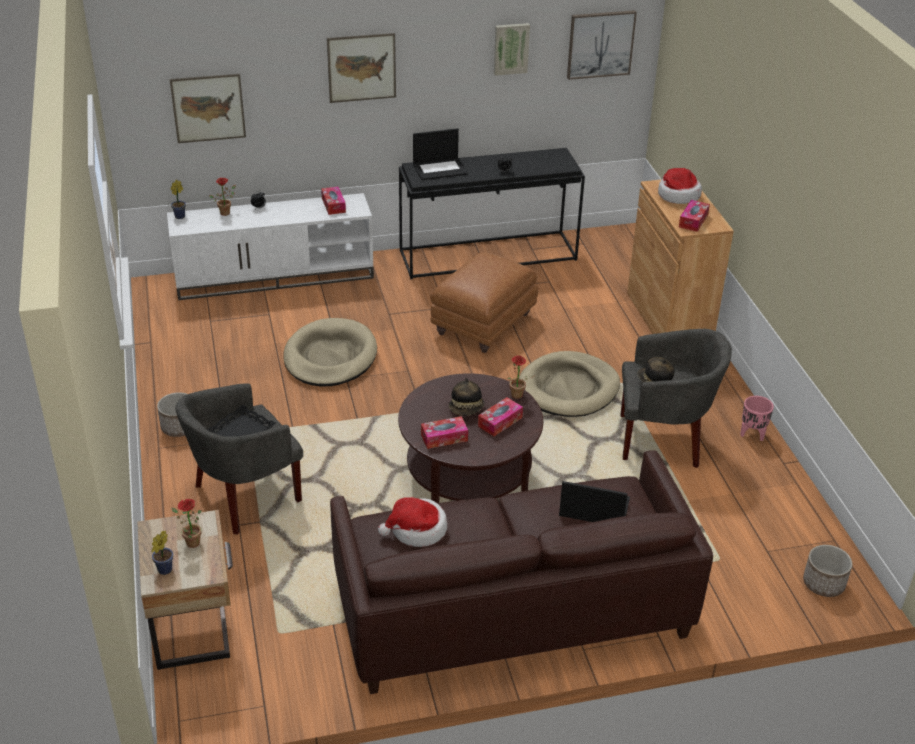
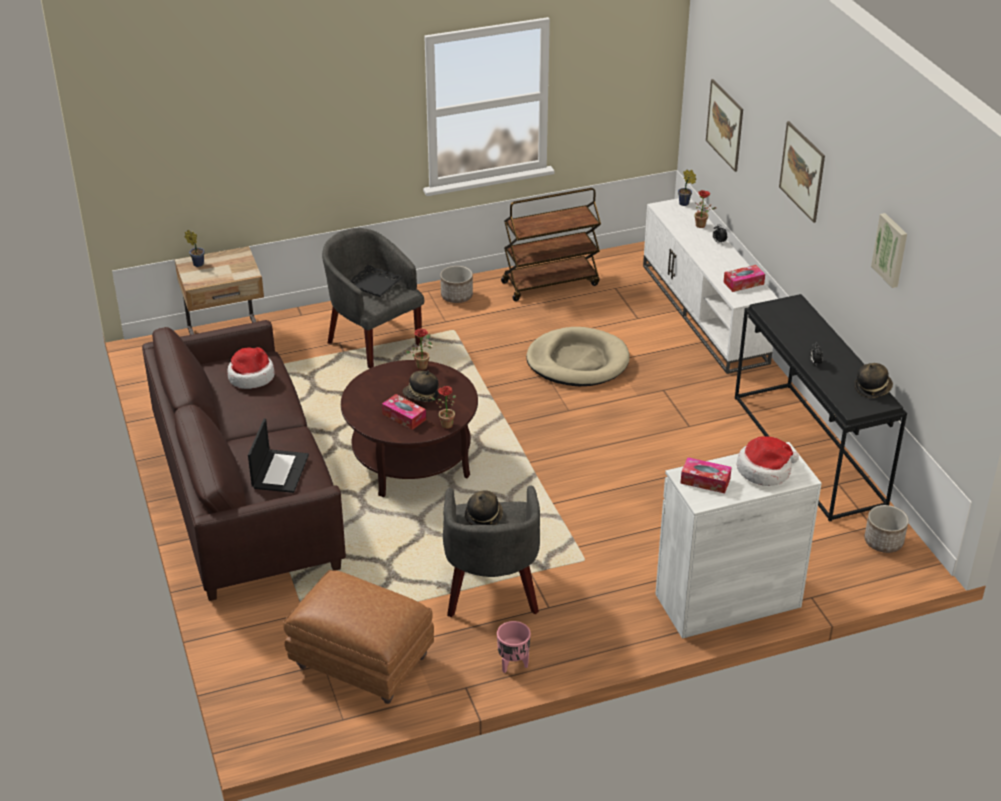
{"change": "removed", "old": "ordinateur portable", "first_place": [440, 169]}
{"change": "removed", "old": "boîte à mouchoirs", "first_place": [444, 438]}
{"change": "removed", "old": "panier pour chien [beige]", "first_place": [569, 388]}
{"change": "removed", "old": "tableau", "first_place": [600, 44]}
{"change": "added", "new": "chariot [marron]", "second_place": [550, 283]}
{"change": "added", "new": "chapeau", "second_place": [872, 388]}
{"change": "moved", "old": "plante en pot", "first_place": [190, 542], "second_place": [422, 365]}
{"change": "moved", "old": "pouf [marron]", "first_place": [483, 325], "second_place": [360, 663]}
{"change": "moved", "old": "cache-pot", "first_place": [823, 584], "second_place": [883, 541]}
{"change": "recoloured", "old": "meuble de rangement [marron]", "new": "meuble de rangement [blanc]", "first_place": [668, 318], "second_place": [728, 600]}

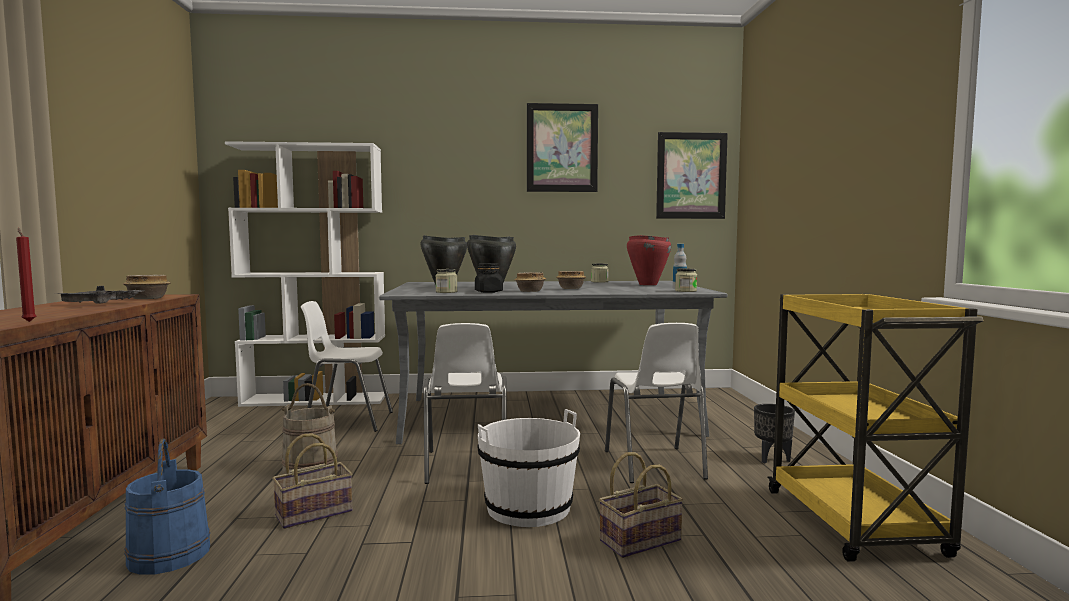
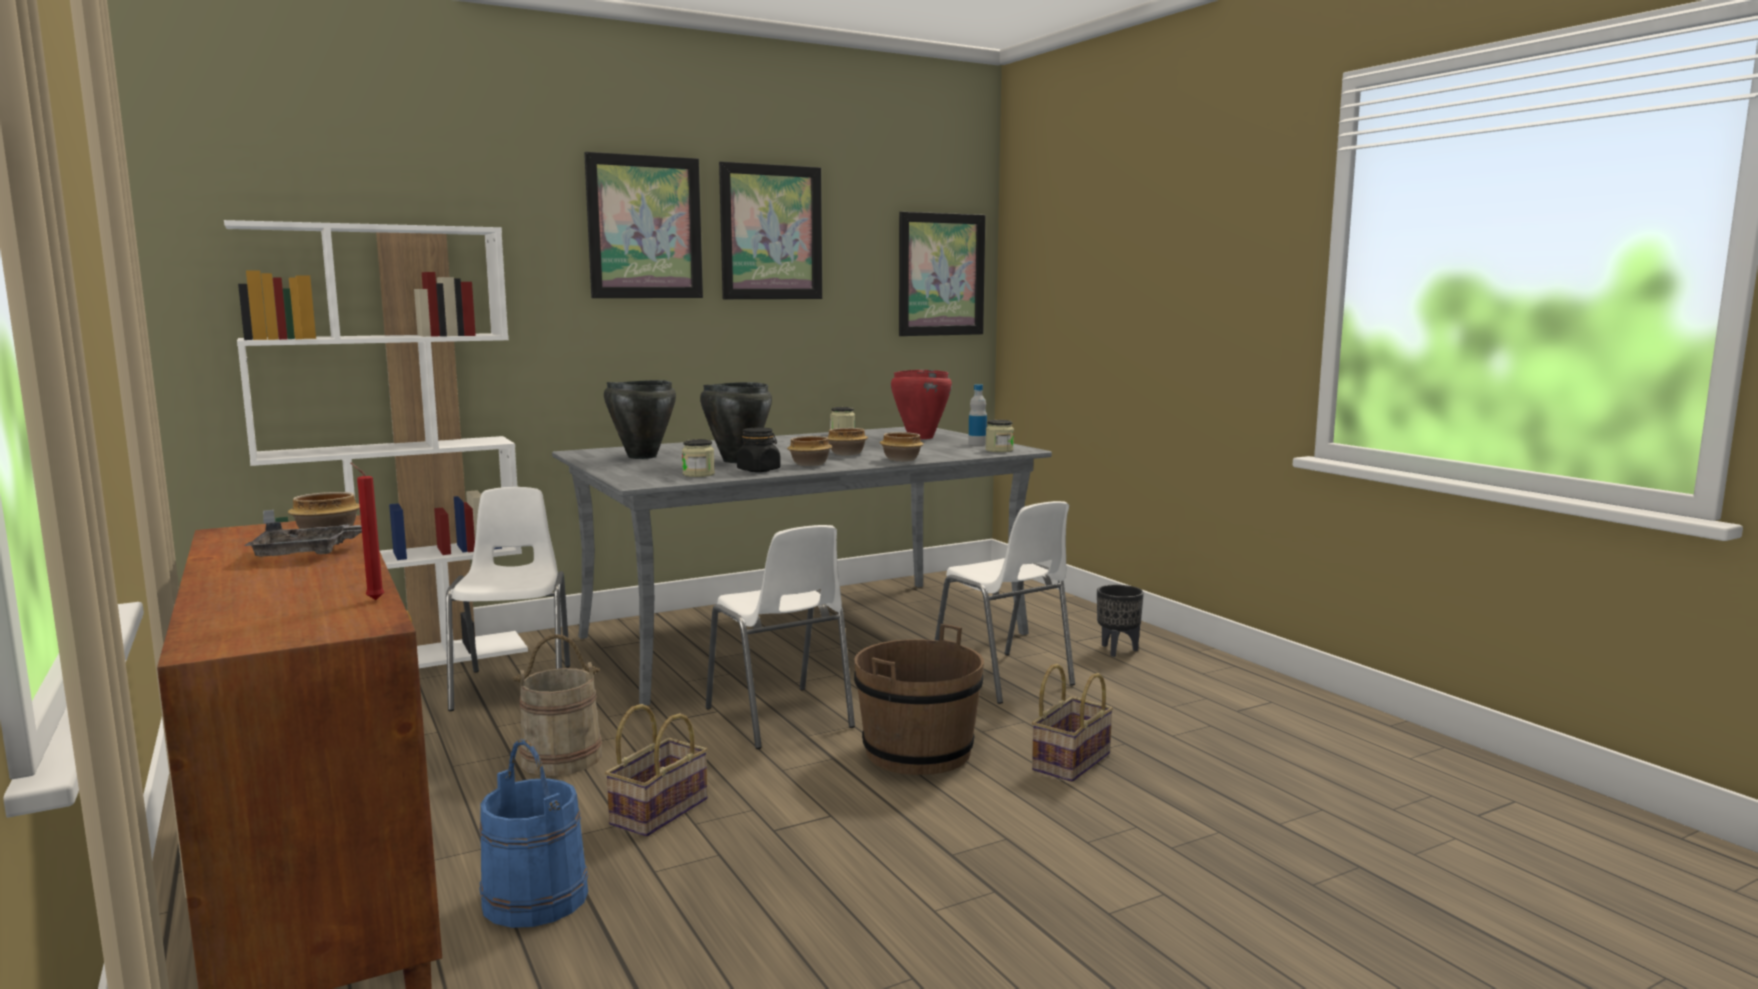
{"change": "removed", "old": "chariot [jaune]", "first_place": [855, 524]}
{"change": "added", "new": "tableau", "second_place": [645, 227]}
{"change": "added", "new": "bol", "second_place": [901, 459]}
{"change": "recoloured", "old": "seau [blanc]", "new": "seau [marron]", "first_place": [528, 507], "second_place": [917, 752]}
{"change": "turned", "old": "chaise [blanc]", "first_place": [347, 421], "second_place": [516, 686], "degrees": 105}

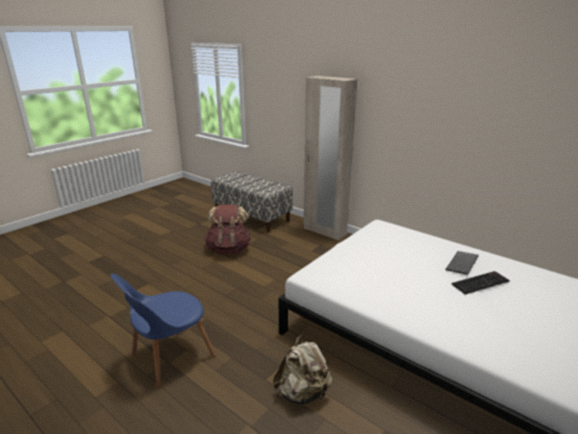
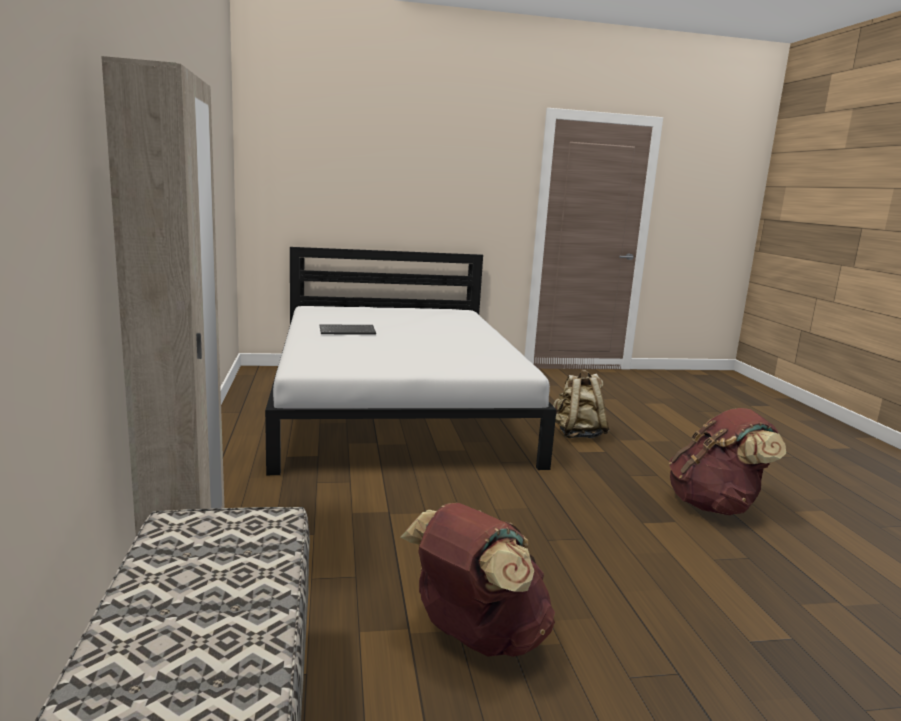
{"change": "removed", "old": "clavier", "first_place": [480, 282]}
{"change": "replaced", "old": "chaise [bleu]", "new": "sac à dos [marron]", "first_place": [170, 356], "second_place": [715, 506]}

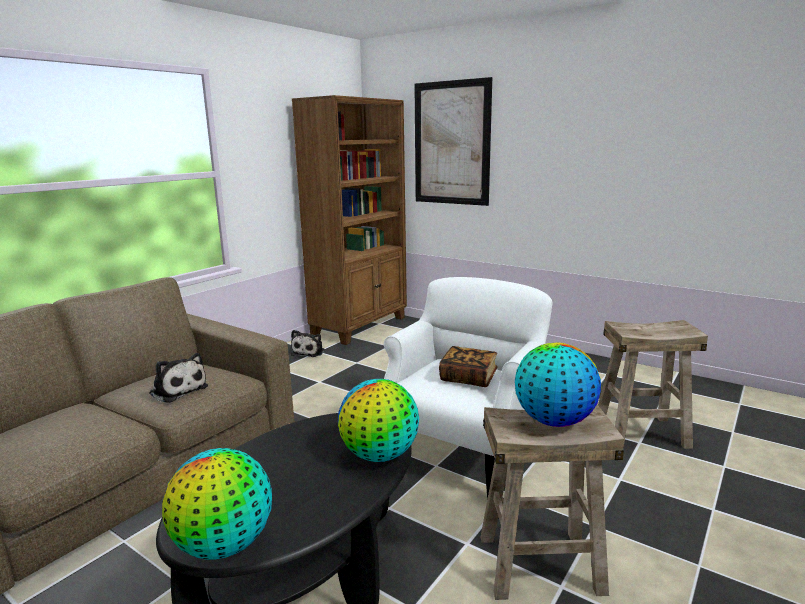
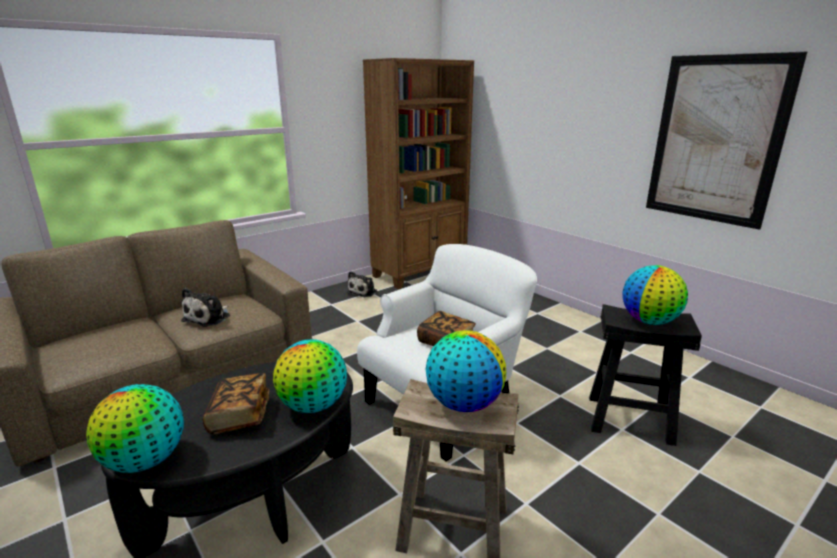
{"change": "added", "new": "livre", "second_place": [239, 415]}
{"change": "added", "new": "globe", "second_place": [649, 321]}
{"change": "moved", "old": "tableau", "first_place": [451, 143], "second_place": [715, 140]}
{"change": "recoloured", "old": "tabouret [beige]", "new": "tabouret [noir]", "first_place": [640, 433], "second_place": [629, 420]}
{"change": "turned", "old": "peluche", "first_place": [177, 390], "second_place": [209, 318], "degrees": 60}

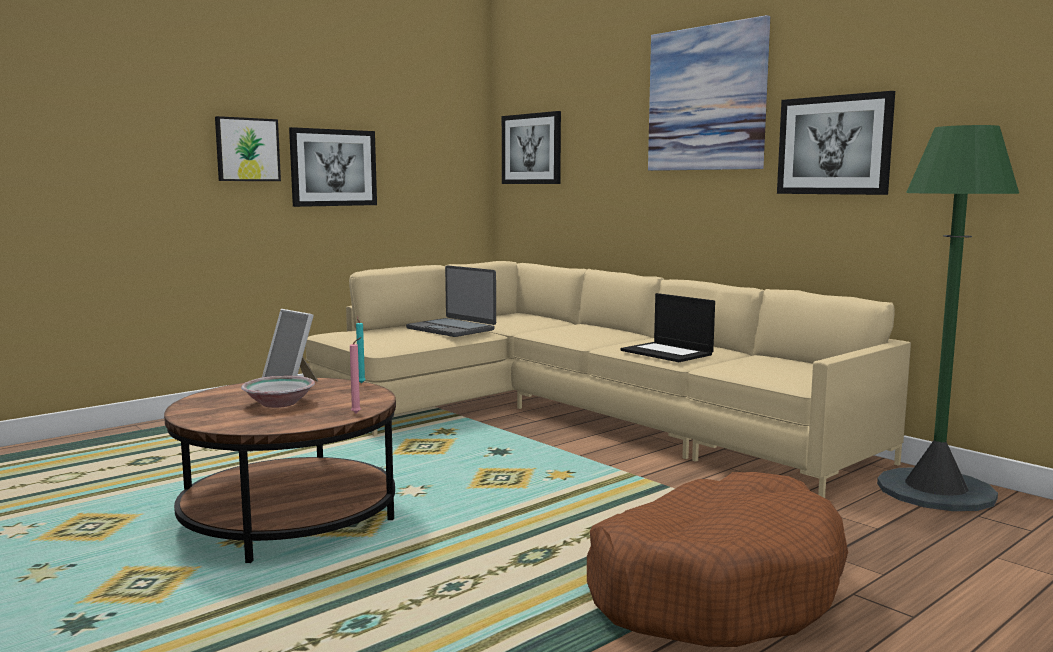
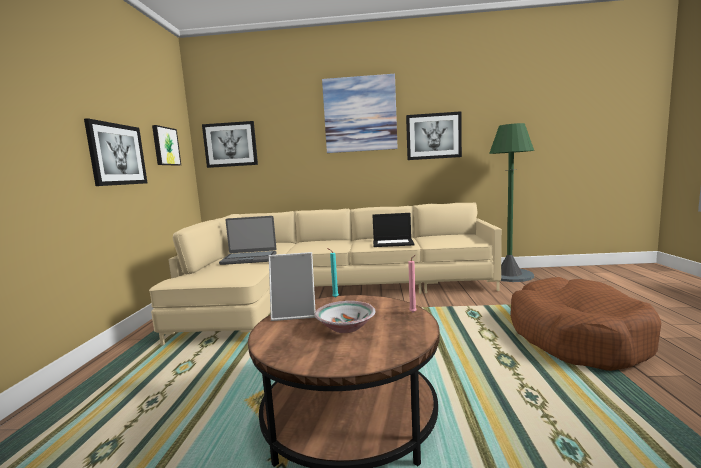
{"change": "moved", "old": "tableau", "first_place": [247, 149], "second_place": [165, 146]}

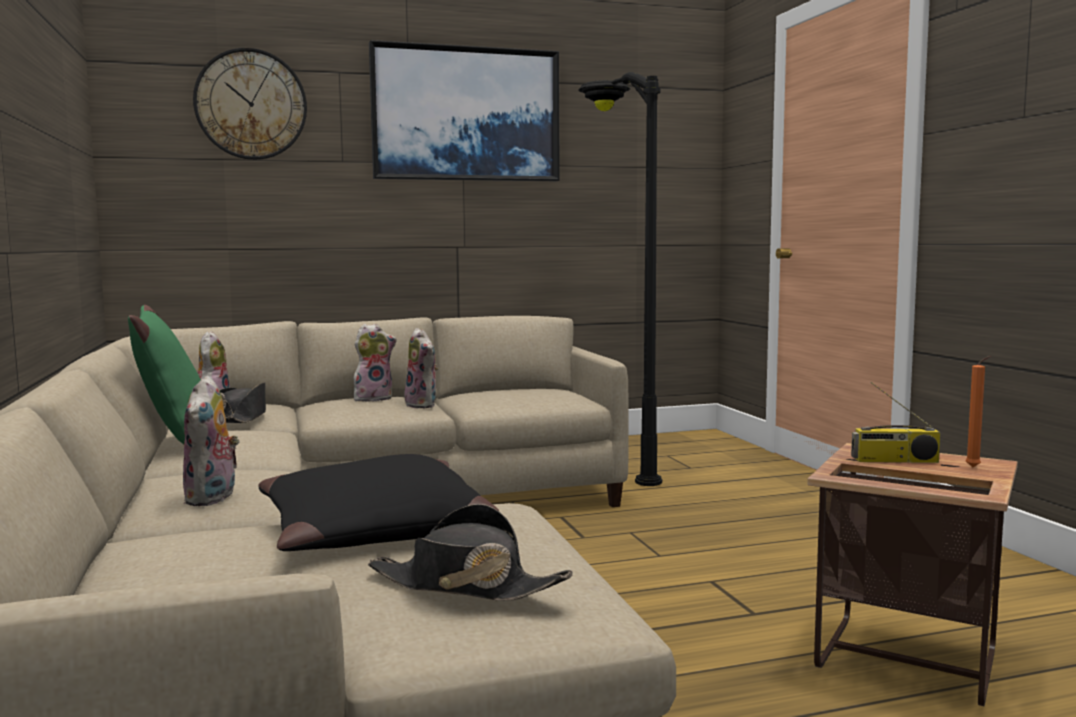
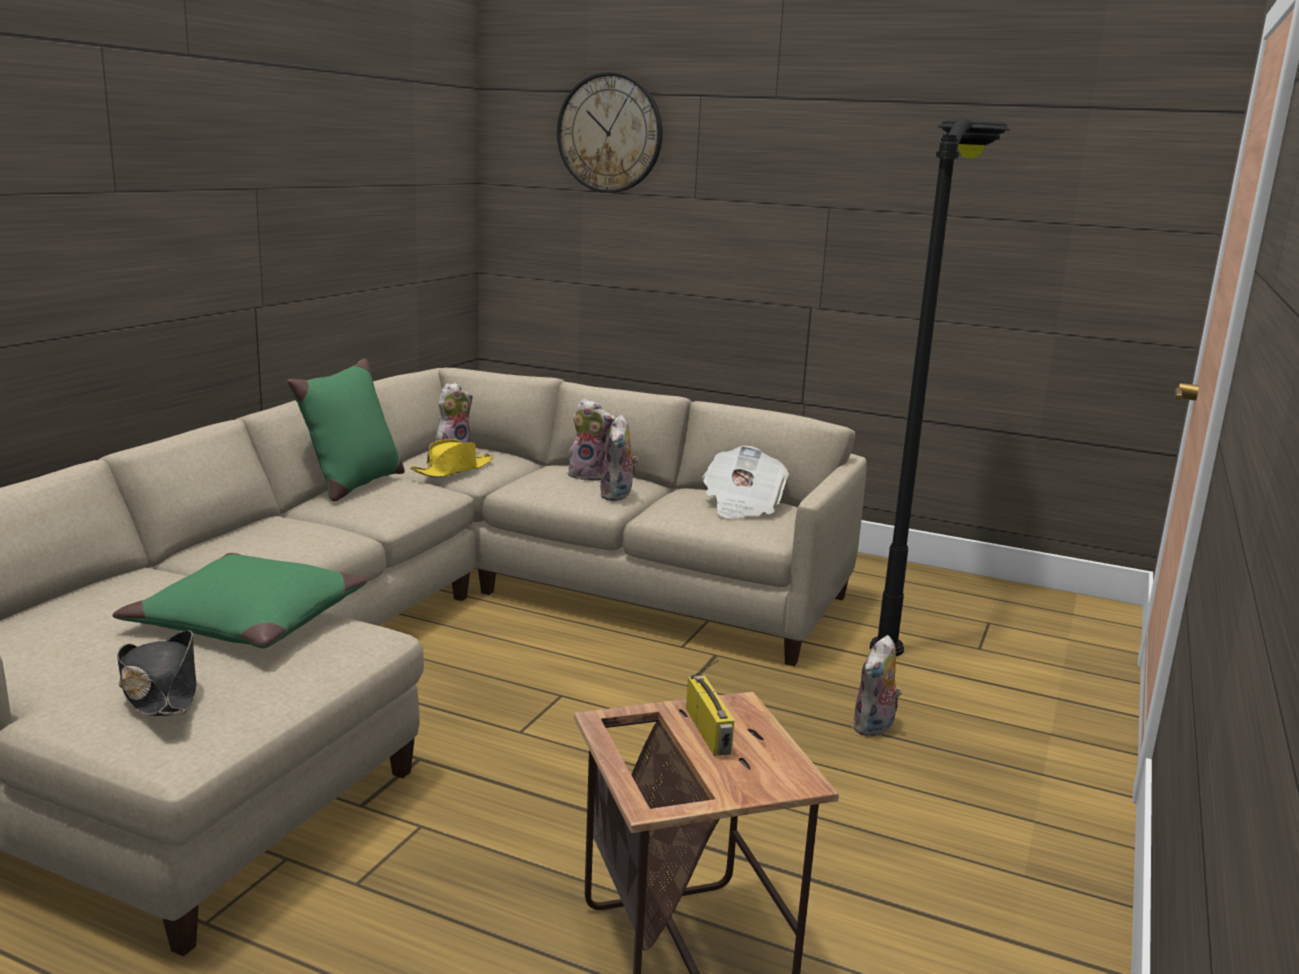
{"change": "removed", "old": "tableau", "first_place": [466, 114]}
{"change": "removed", "old": "bougie [orange]", "first_place": [974, 468]}
{"change": "added", "new": "journal", "second_place": [742, 506]}
{"change": "moved", "old": "peluche", "first_place": [213, 498], "second_place": [874, 728]}
{"change": "recoloured", "old": "chapeau [noir]", "new": "chapeau [jaune]", "first_place": [243, 417], "second_place": [453, 470]}
{"change": "recoloured", "old": "coussin [noir]", "new": "coussin [vert]", "first_place": [375, 531], "second_place": [247, 621]}
{"change": "turned", "old": "radio", "first_place": [894, 460], "second_place": [710, 732], "degrees": -150}

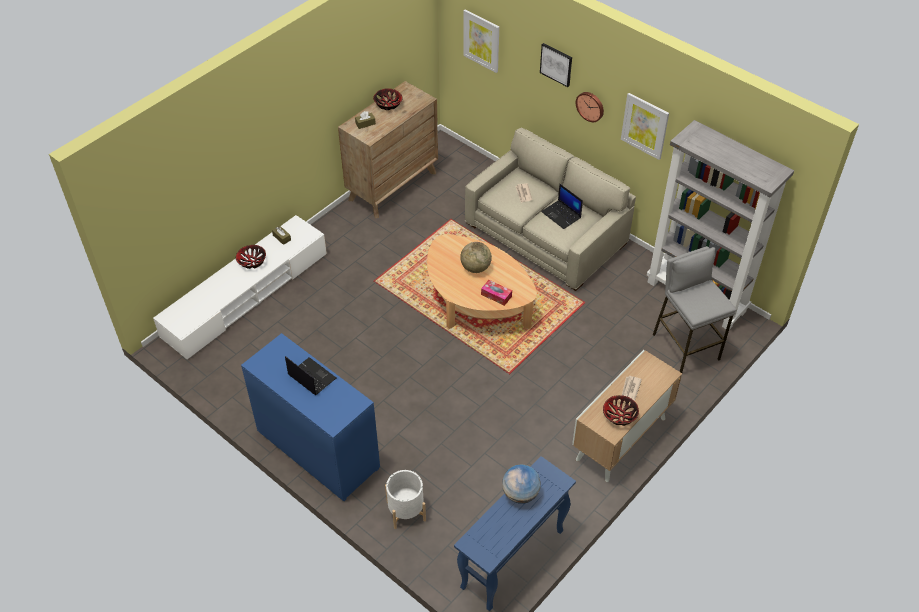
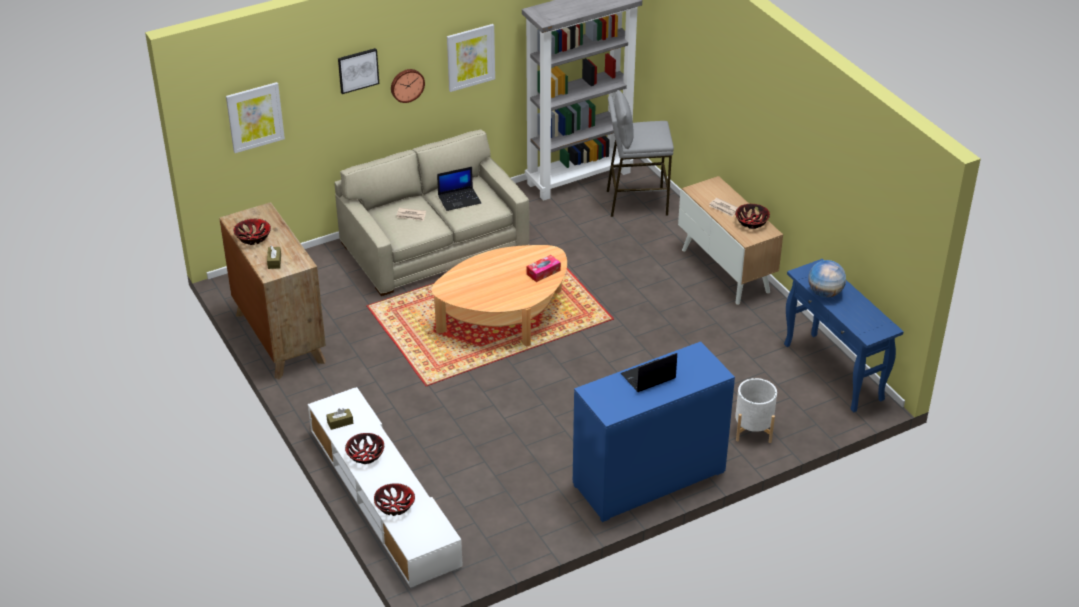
{"change": "removed", "old": "globe", "first_place": [475, 268]}
{"change": "added", "new": "bol", "second_place": [395, 506]}

